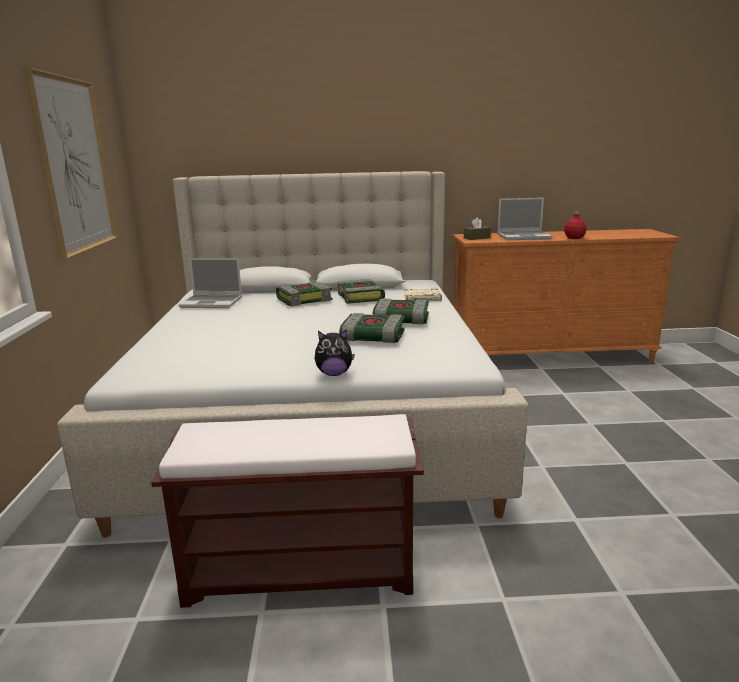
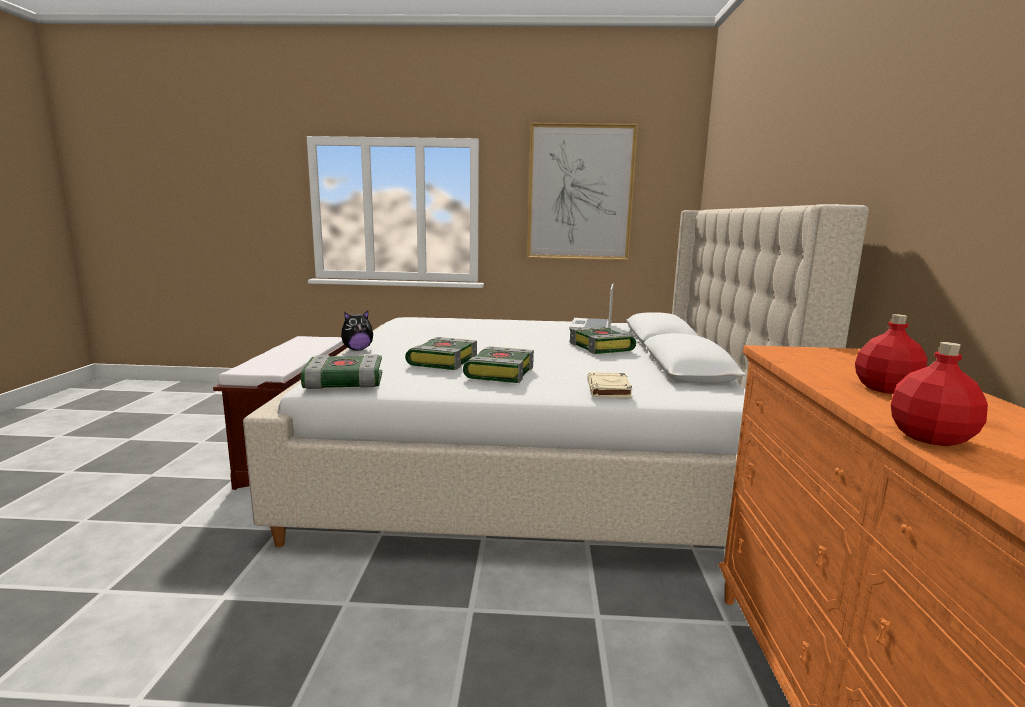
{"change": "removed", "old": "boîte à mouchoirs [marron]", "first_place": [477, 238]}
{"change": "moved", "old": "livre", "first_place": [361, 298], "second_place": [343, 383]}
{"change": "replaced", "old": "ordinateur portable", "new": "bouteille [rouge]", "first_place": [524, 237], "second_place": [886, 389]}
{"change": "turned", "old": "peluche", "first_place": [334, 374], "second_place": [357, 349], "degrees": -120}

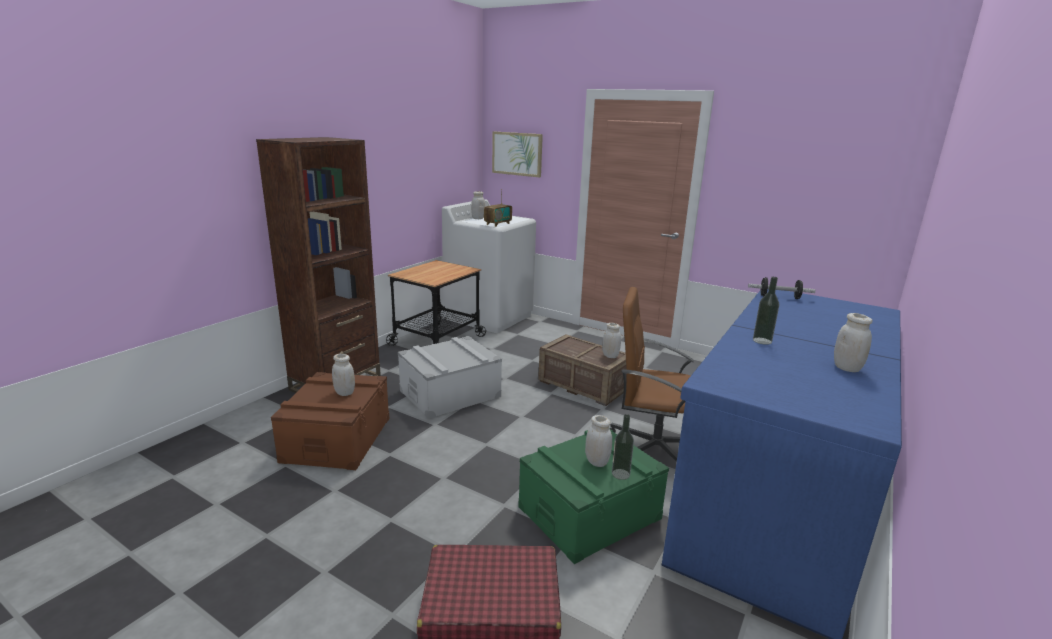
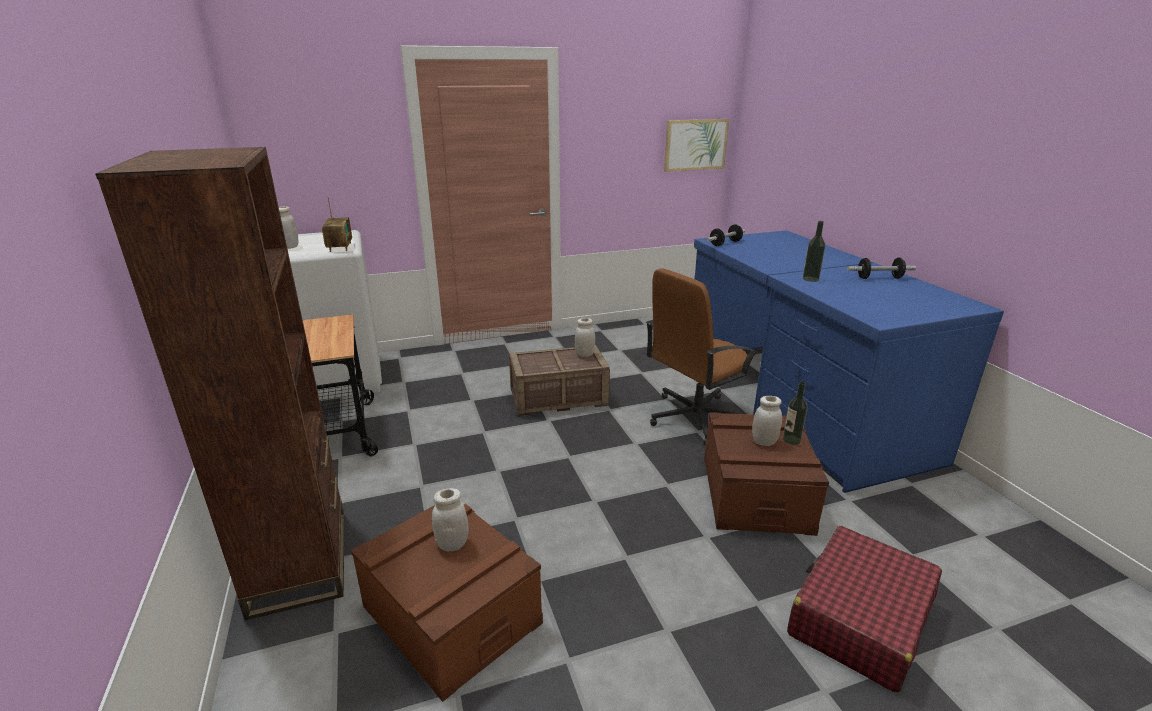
{"change": "removed", "old": "boîte de rangement [gris]", "first_place": [450, 394]}
{"change": "moved", "old": "tableau", "first_place": [517, 154], "second_place": [695, 144]}
{"change": "replaced", "old": "bocal [blanc]", "new": "haltère", "first_place": [847, 368], "second_place": [879, 278]}
{"change": "recoloured", "old": "boîte de rangement [vert]", "new": "boîte de rangement [marron]", "first_place": [589, 512], "second_place": [755, 493]}

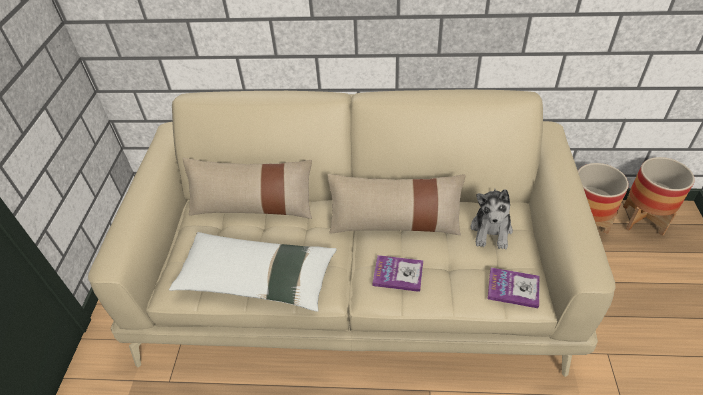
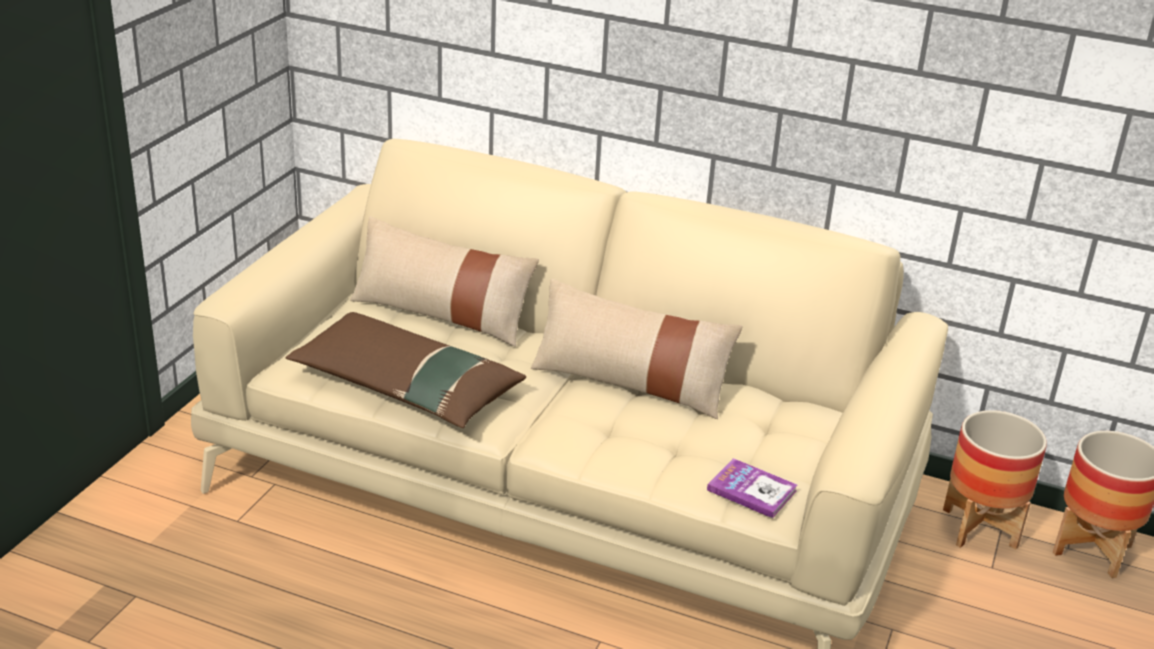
{"change": "removed", "old": "livre", "first_place": [398, 274]}
{"change": "removed", "old": "peluche", "first_place": [491, 230]}
{"change": "recoloured", "old": "coussin [blanc]", "new": "coussin [marron]", "first_place": [257, 279], "second_place": [405, 387]}

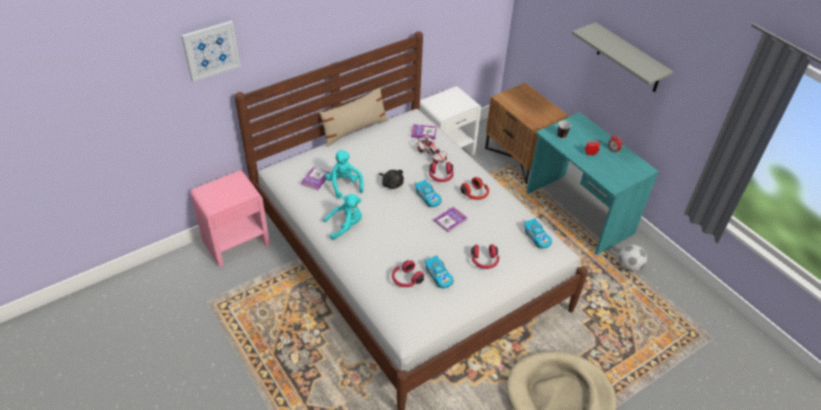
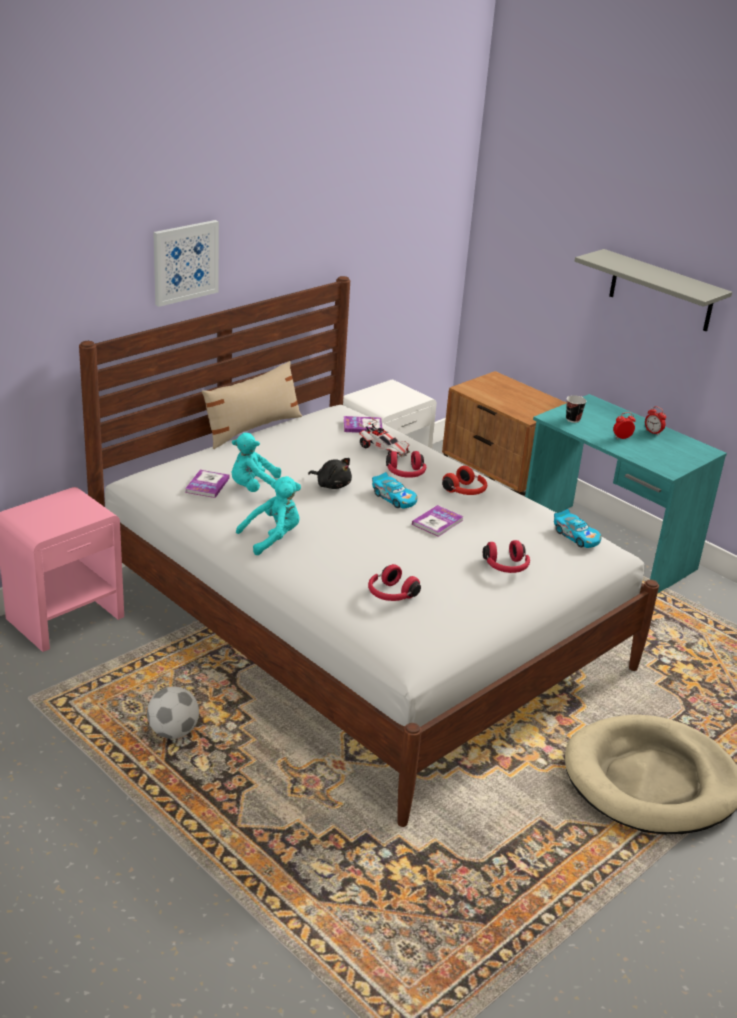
{"change": "removed", "old": "petite voiture", "first_place": [439, 276]}
{"change": "moved", "old": "tableau", "first_place": [211, 50], "second_place": [185, 262]}
{"change": "moved", "old": "ballon de foot", "first_place": [629, 266], "second_place": [173, 732]}
{"change": "turned", "old": "peluche [turquoise]", "first_place": [344, 185], "second_place": [256, 490], "degrees": -75}

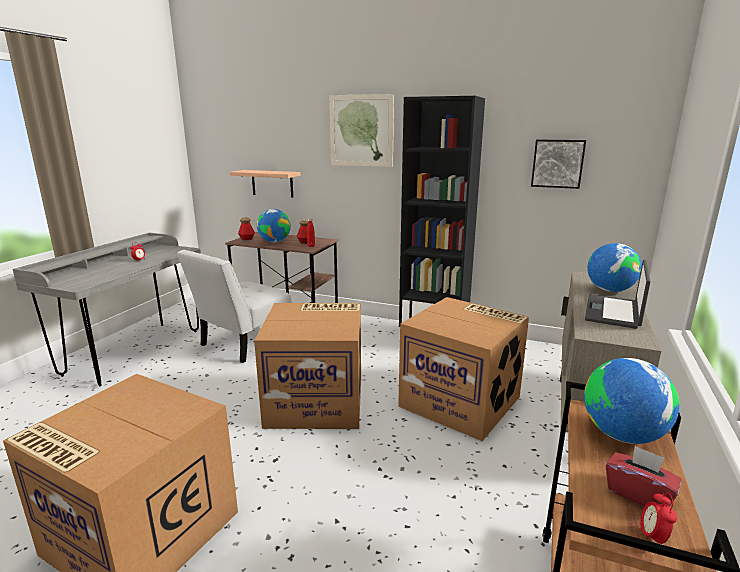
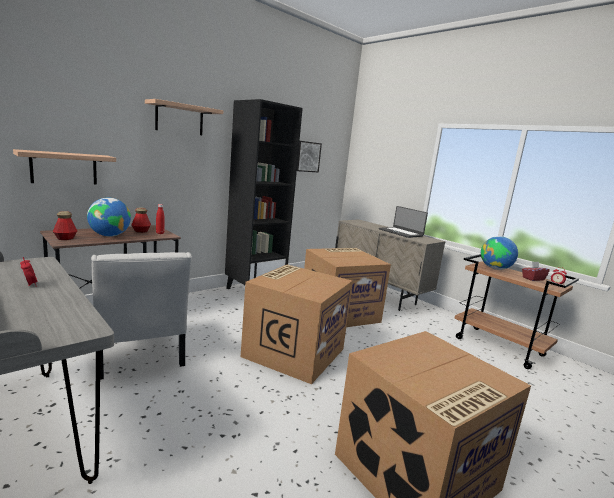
{"change": "removed", "old": "globe", "first_place": [609, 290]}
{"change": "replaced", "old": "tableau", "new": "étagère", "first_place": [361, 131], "second_place": [179, 119]}

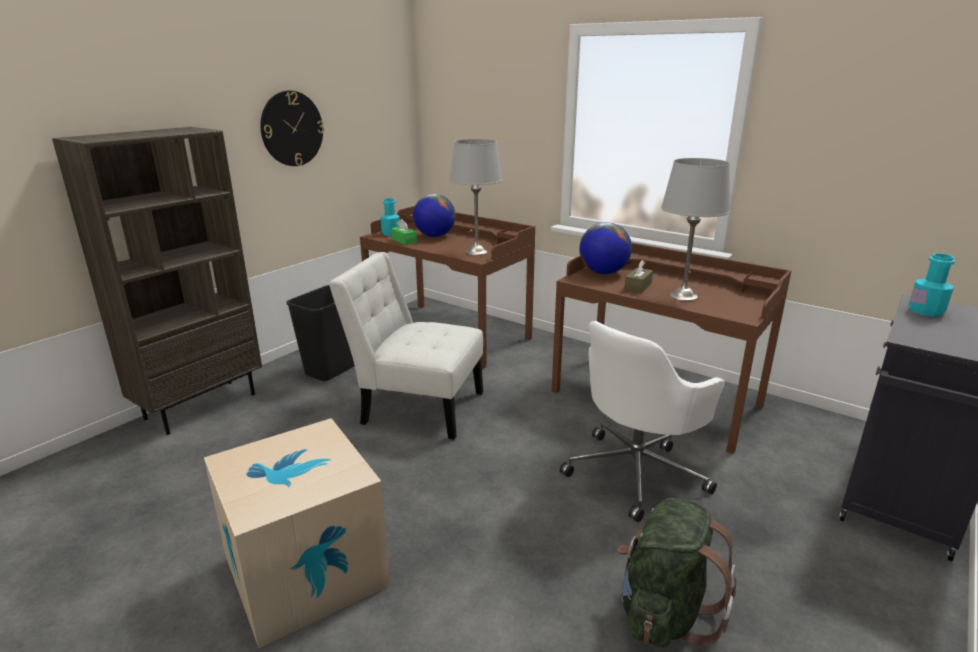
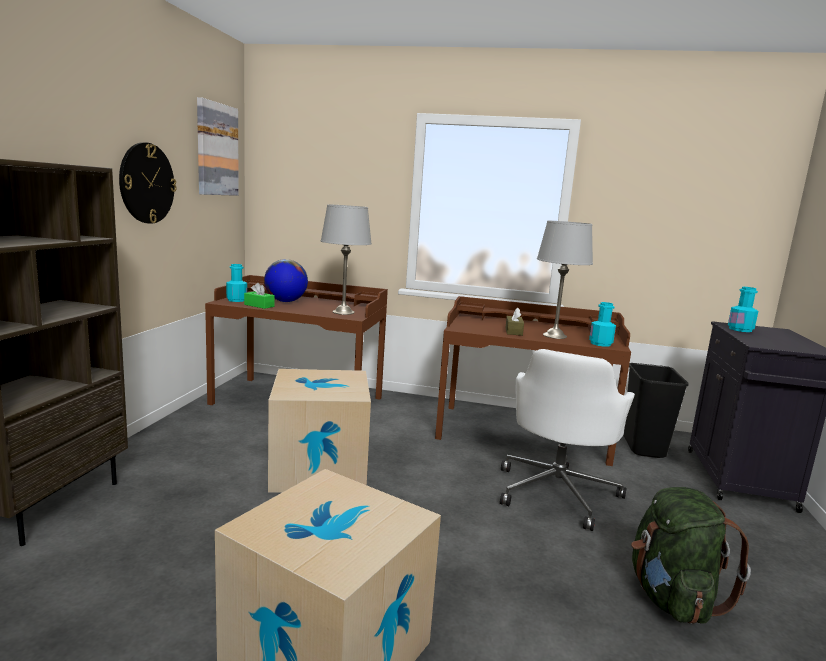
{"change": "removed", "old": "globe", "first_place": [603, 272]}
{"change": "added", "new": "tableau", "second_place": [216, 149]}
{"change": "added", "new": "bouteille [turquoise]", "second_place": [600, 344]}
{"change": "moved", "old": "poubelle [noir]", "first_place": [331, 370], "second_place": [643, 447]}
{"change": "replaced", "old": "chaise [blanc]", "new": "carton", "first_place": [417, 406], "second_place": [319, 468]}

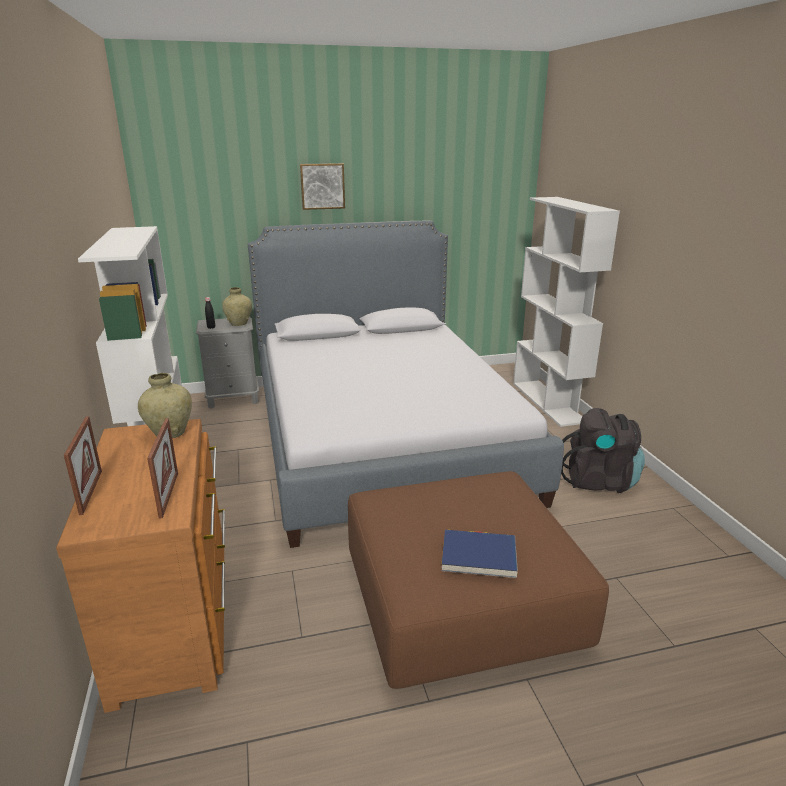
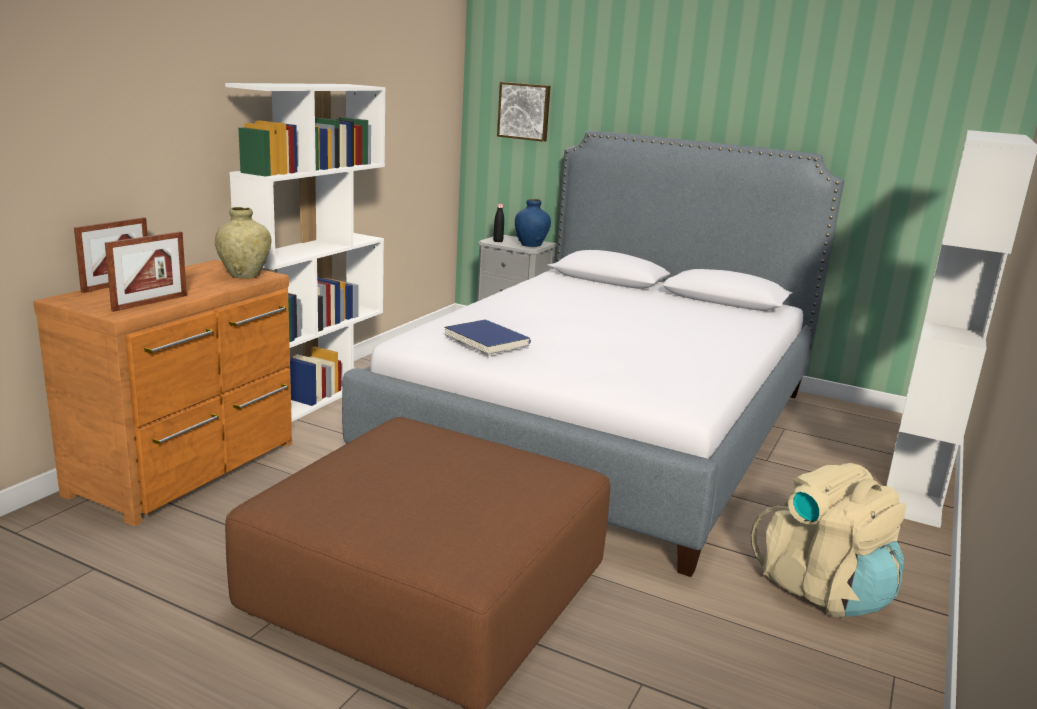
{"change": "moved", "old": "tableau", "first_place": [322, 186], "second_place": [524, 111]}
{"change": "moved", "old": "livre [bleu]", "first_place": [478, 556], "second_place": [486, 341]}
{"change": "recoloured", "old": "vase [beige]", "new": "vase [bleu]", "first_place": [239, 323], "second_place": [531, 245]}
{"change": "recoloured", "old": "sac à dos [noir]", "new": "sac à dos [beige]", "first_place": [599, 481], "second_place": [823, 589]}

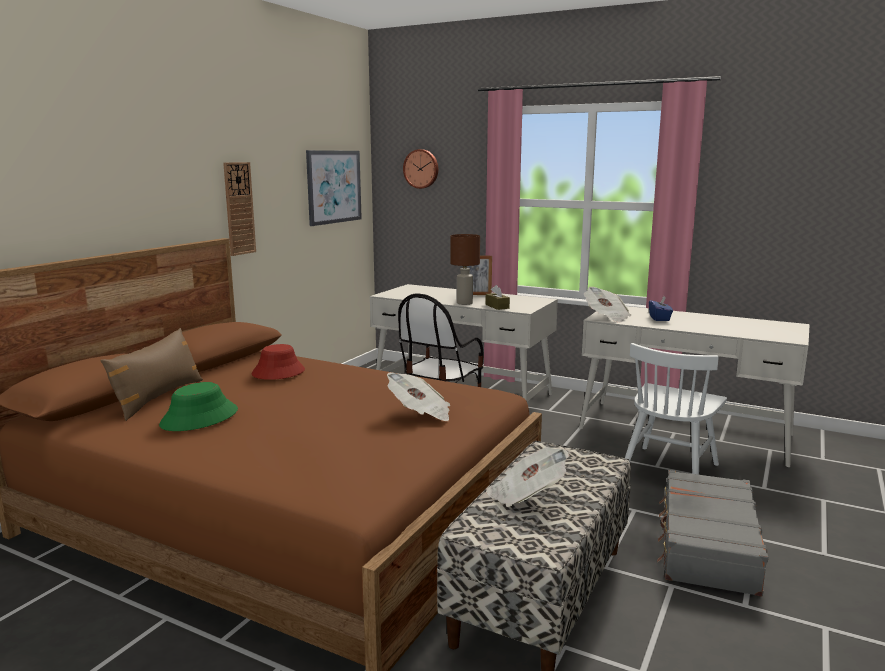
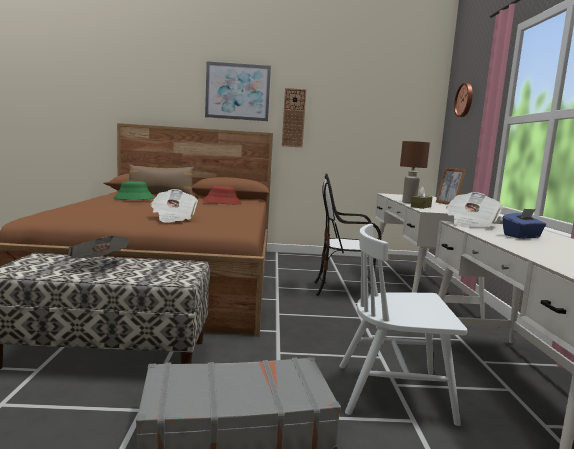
{"change": "moved", "old": "tableau", "first_place": [334, 187], "second_place": [237, 91]}

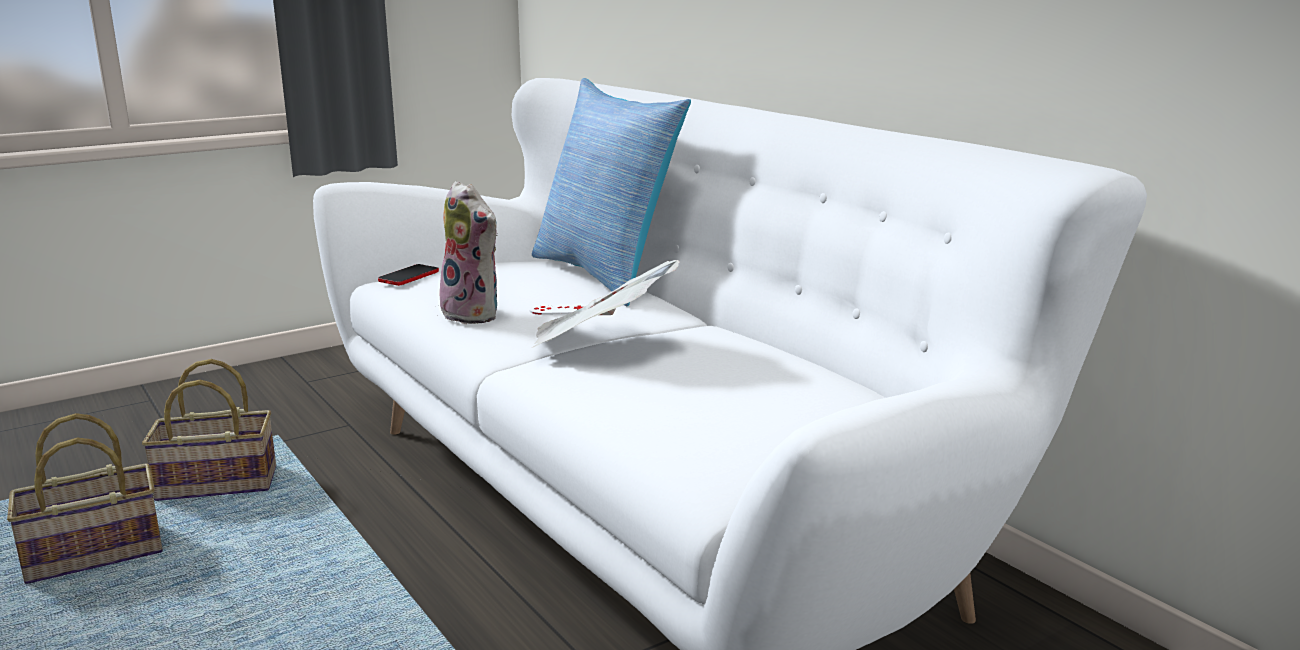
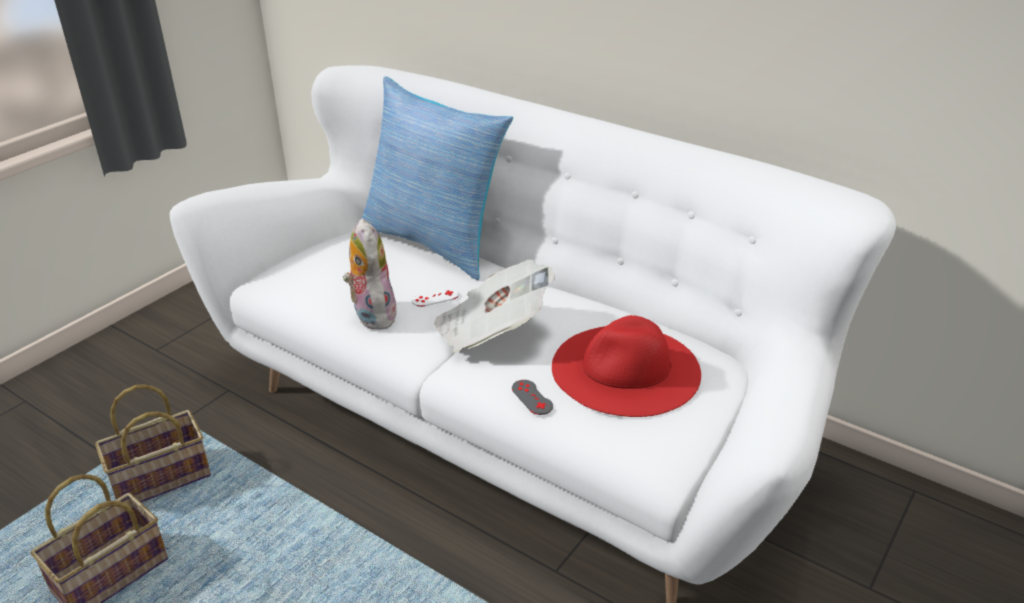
{"change": "removed", "old": "téléphone", "first_place": [409, 276]}
{"change": "added", "new": "manette [gris]", "second_place": [532, 397]}
{"change": "added", "new": "chapeau [rouge]", "second_place": [625, 369]}
{"change": "turned", "old": "peluche", "first_place": [475, 314], "second_place": [371, 315], "degrees": -135}

